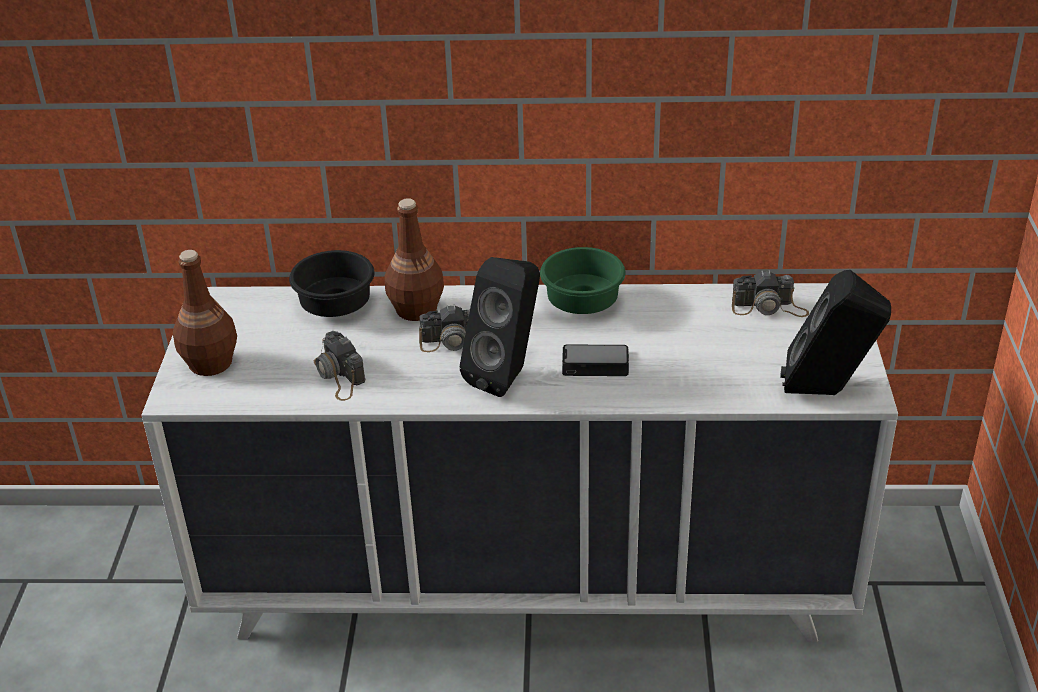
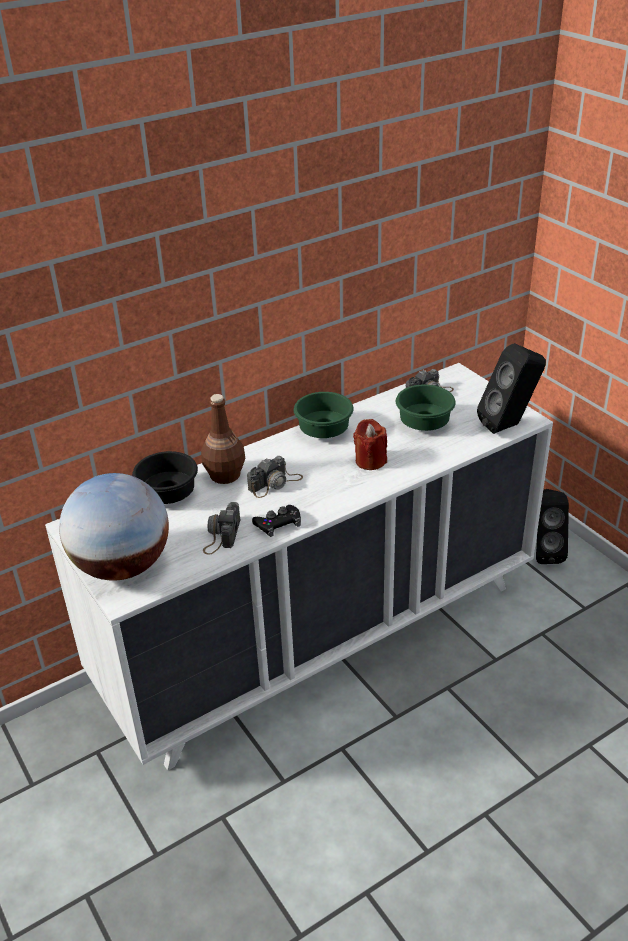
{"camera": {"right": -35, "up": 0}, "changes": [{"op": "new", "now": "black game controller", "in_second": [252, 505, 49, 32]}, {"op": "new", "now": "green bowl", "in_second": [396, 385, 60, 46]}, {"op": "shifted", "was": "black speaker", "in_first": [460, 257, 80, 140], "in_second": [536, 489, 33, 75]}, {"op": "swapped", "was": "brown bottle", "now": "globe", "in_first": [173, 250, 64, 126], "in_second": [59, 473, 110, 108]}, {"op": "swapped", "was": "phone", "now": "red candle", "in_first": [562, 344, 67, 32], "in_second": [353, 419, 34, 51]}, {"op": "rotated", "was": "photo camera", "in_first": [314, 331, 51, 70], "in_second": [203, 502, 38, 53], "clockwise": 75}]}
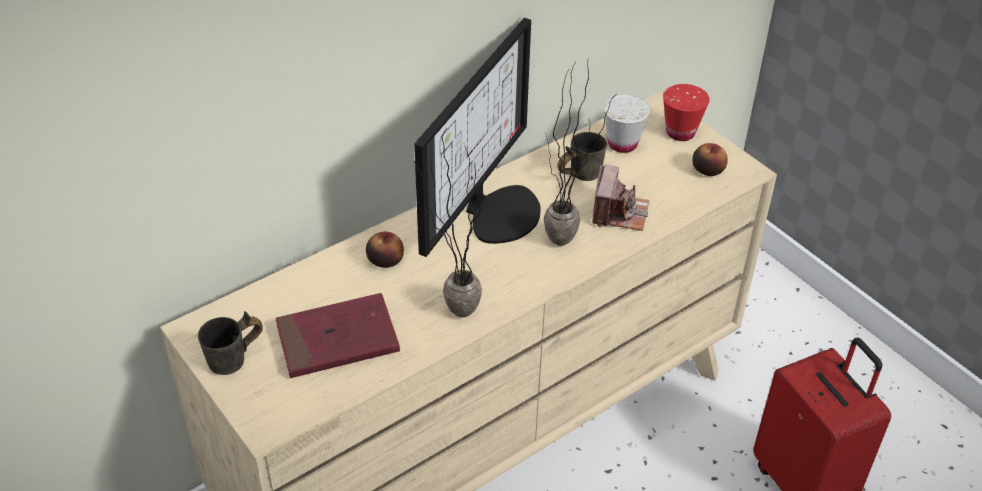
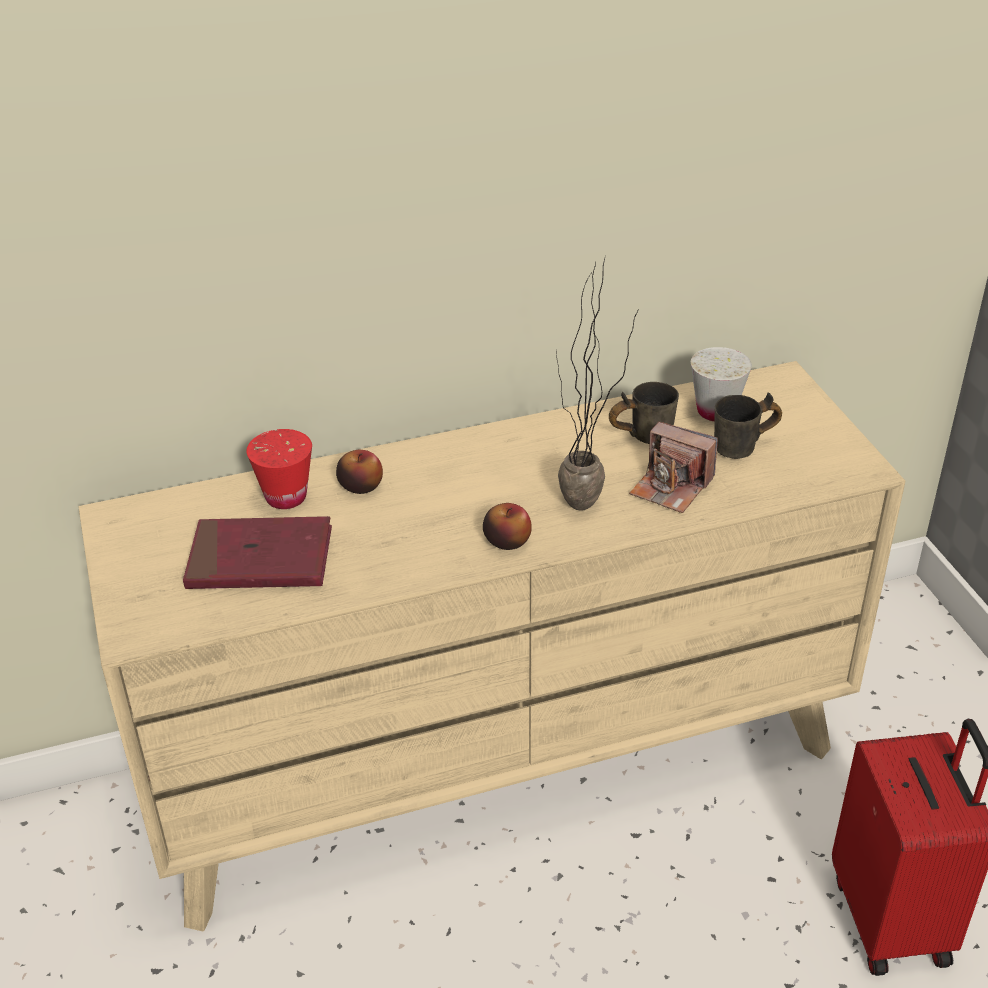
{"camera": {"right": 20, "up": -5}, "changes": [{"op": "gone", "was": "potted plant", "in_first": [413, 130, 69, 188]}, {"op": "gone", "was": "monitor", "in_first": [414, 18, 127, 239]}, {"op": "shifted", "was": "grey mug", "in_first": [198, 311, 65, 64], "in_second": [714, 392, 68, 67]}, {"op": "shifted", "was": "red cup", "in_first": [663, 84, 47, 57], "in_second": [246, 429, 66, 80]}, {"op": "shifted", "was": "apple", "in_first": [692, 143, 36, 33], "in_second": [483, 503, 49, 47]}, {"op": "rotated", "was": "photo camera", "in_first": [592, 164, 57, 67], "in_second": [629, 422, 89, 91], "clockwise": 90}]}
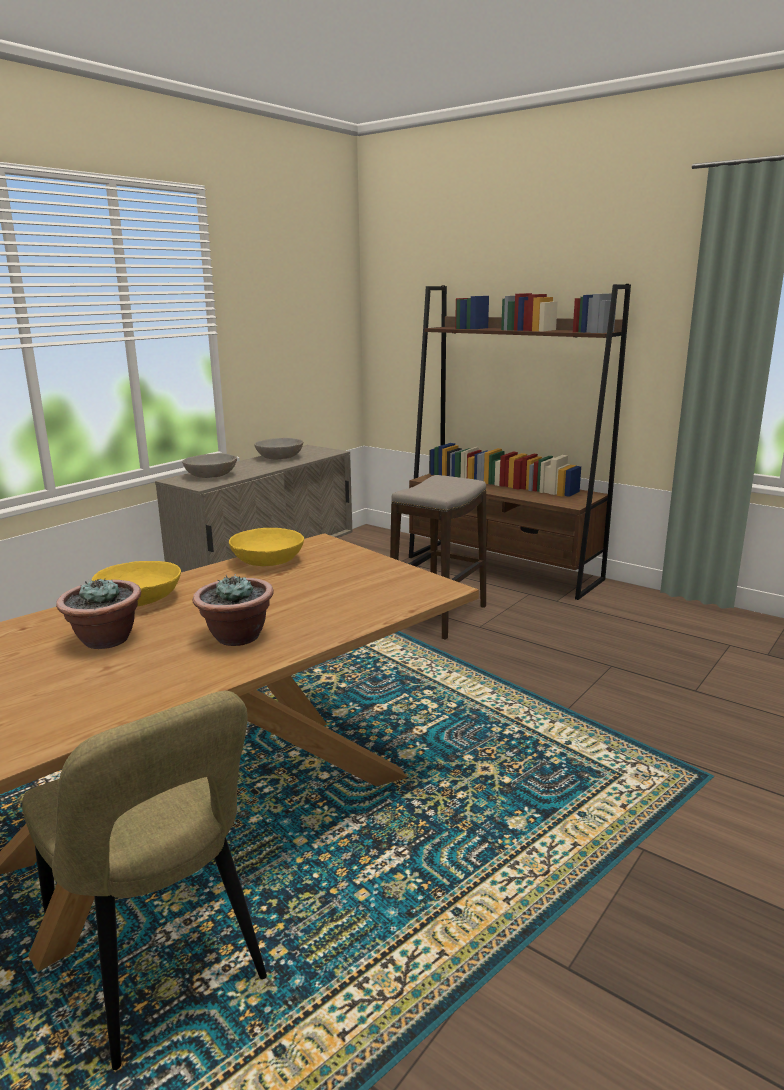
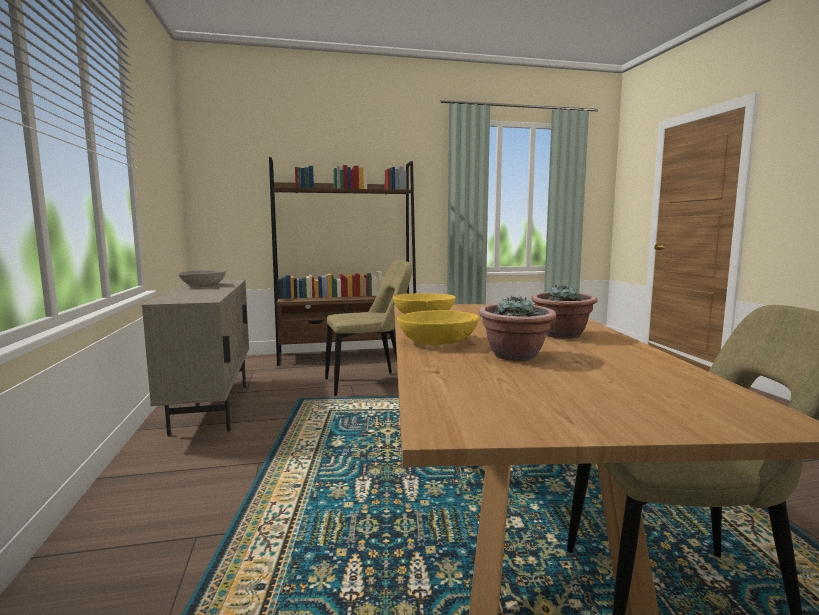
{"camera": {"right": -50, "up": -10}, "changes": [{"op": "gone", "was": "grey bowl", "in_first": [182, 453, 55, 25]}, {"op": "swapped", "was": "stool", "now": "beige chair", "in_first": [390, 475, 96, 165], "in_second": [325, 260, 87, 136]}]}
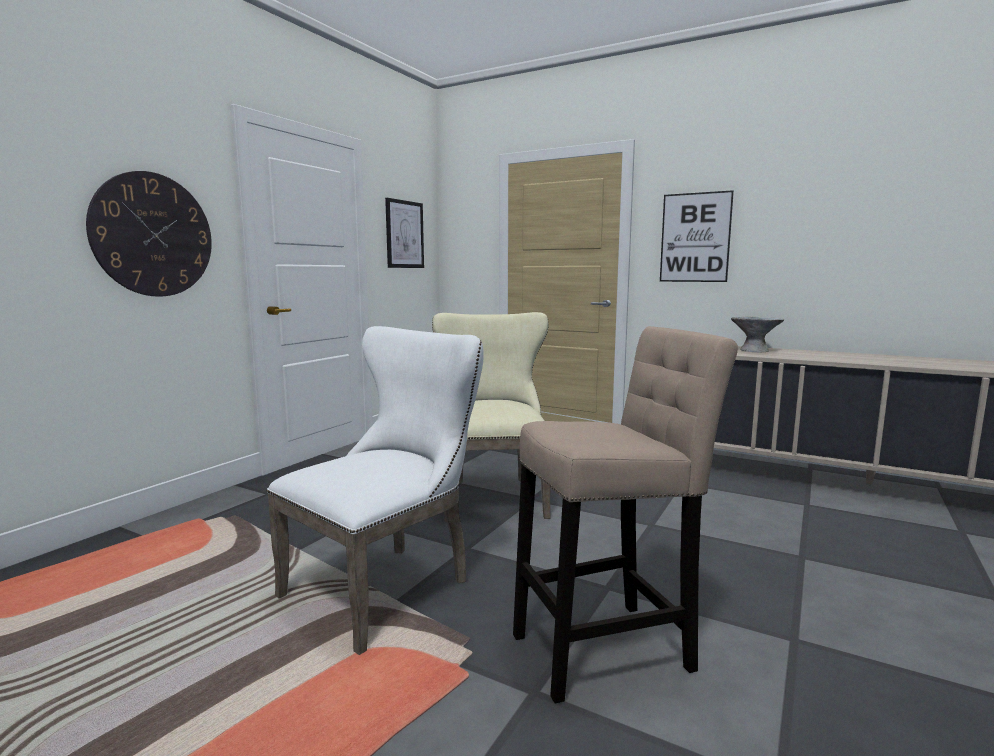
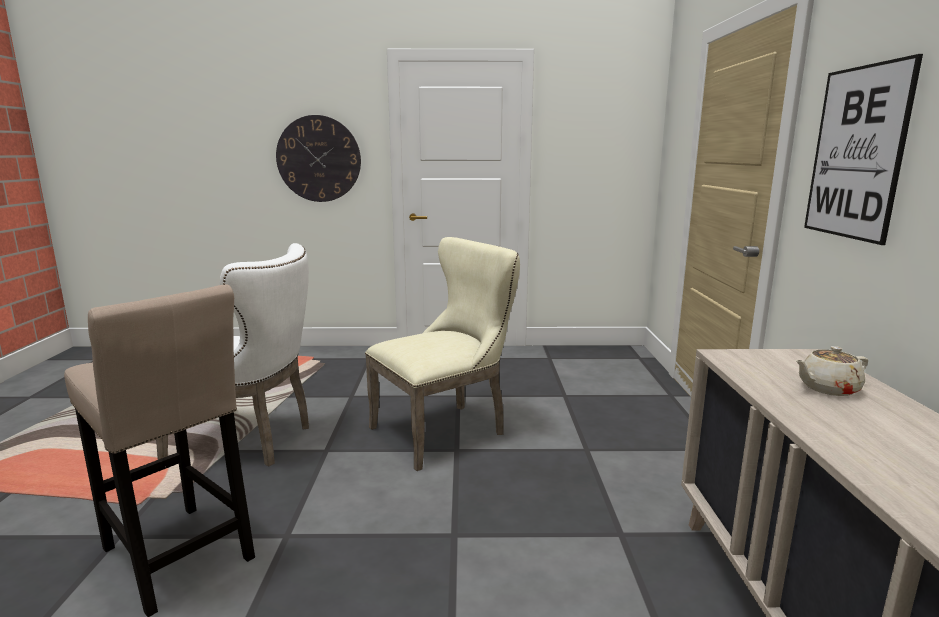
{"camera": {"right": 60, "up": 5}, "changes": [{"op": "gone", "was": "picture", "in_first": [385, 198, 39, 70]}, {"op": "swapped", "was": "grey bowl", "now": "beige teapot", "in_first": [731, 317, 53, 35], "in_second": [795, 346, 73, 50]}]}
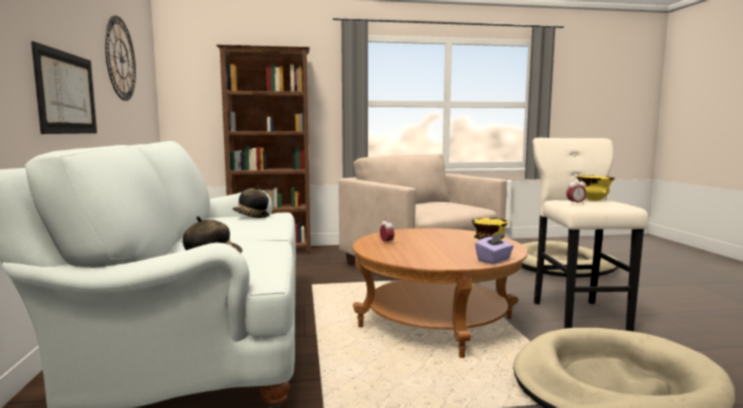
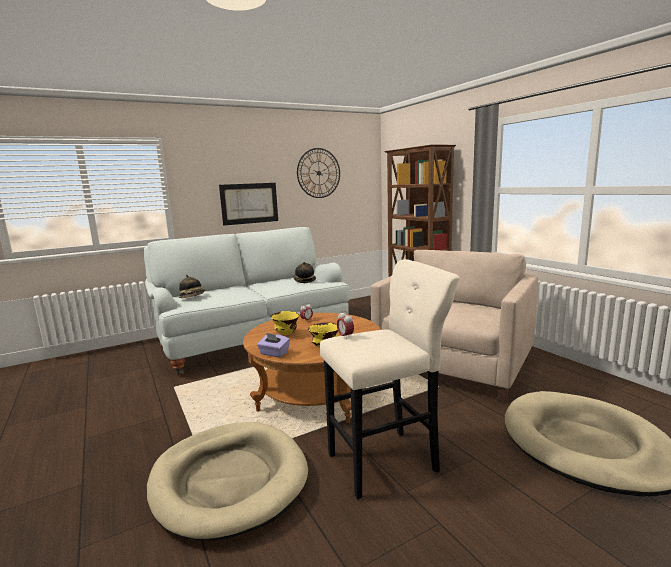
{"camera": {"right": 70, "up": 5}, "changes": [{"op": "shifted", "was": "yellow bowl", "in_first": [577, 175, 38, 26], "in_second": [271, 311, 29, 24]}]}
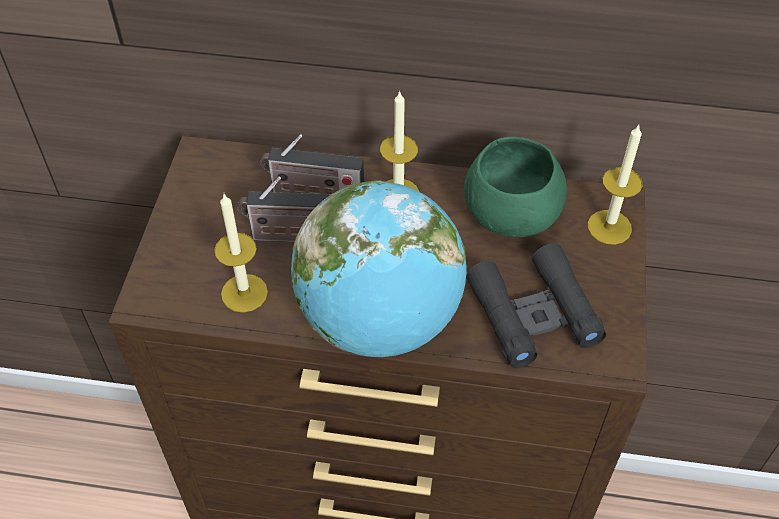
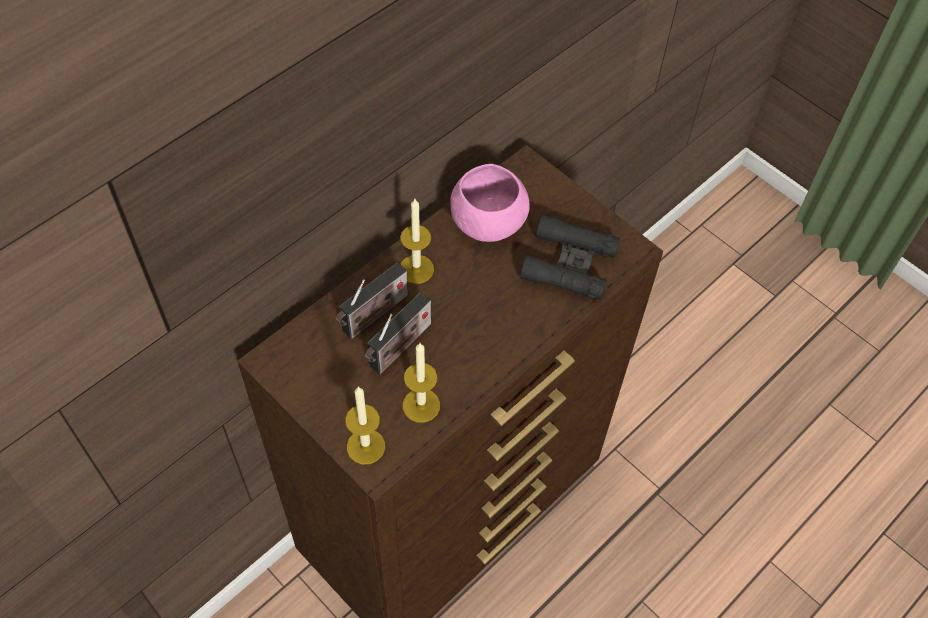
{"camera": {"right": -55, "up": 5}, "changes": [{"op": "gone", "was": "globe", "in_first": [291, 181, 176, 176]}, {"op": "shifted", "was": "candle", "in_first": [588, 125, 55, 120], "in_second": [345, 386, 40, 78]}, {"op": "repainted", "was": "green bowl", "now": "pink bowl", "in_first": [464, 136, 103, 101], "in_second": [450, 164, 80, 78]}]}
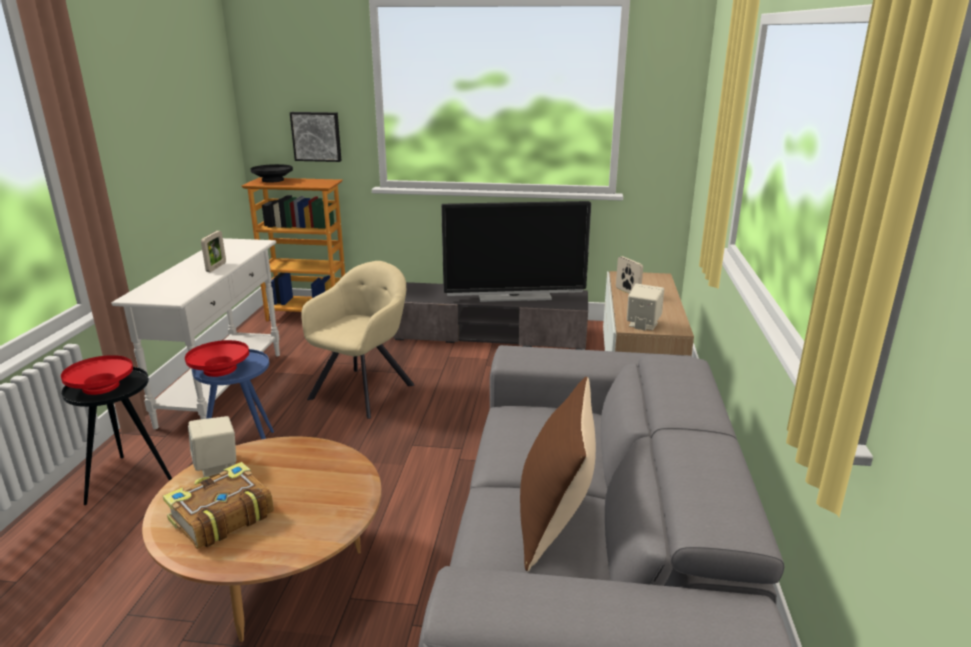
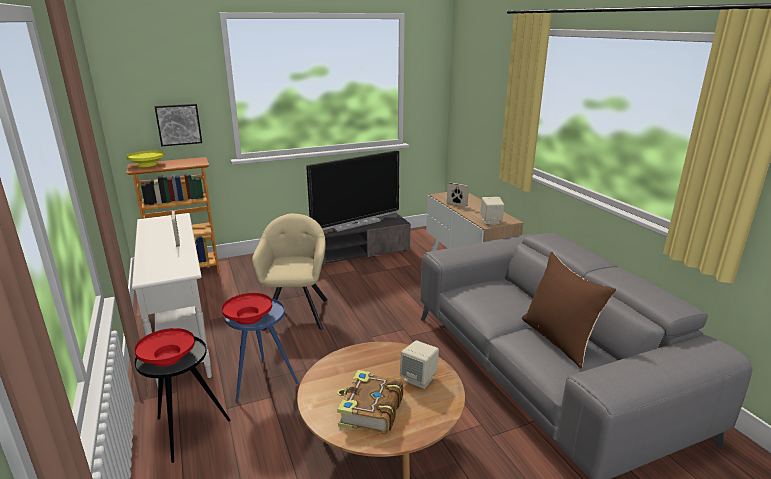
{"camera": {"right": -30, "up": 0}, "changes": [{"op": "shifted", "was": "beige speaker", "in_first": [188, 416, 48, 61], "in_second": [400, 340, 39, 49]}, {"op": "repainted", "was": "black bowl", "now": "yellow bowl", "in_first": [250, 164, 43, 19], "in_second": [127, 151, 37, 16]}]}
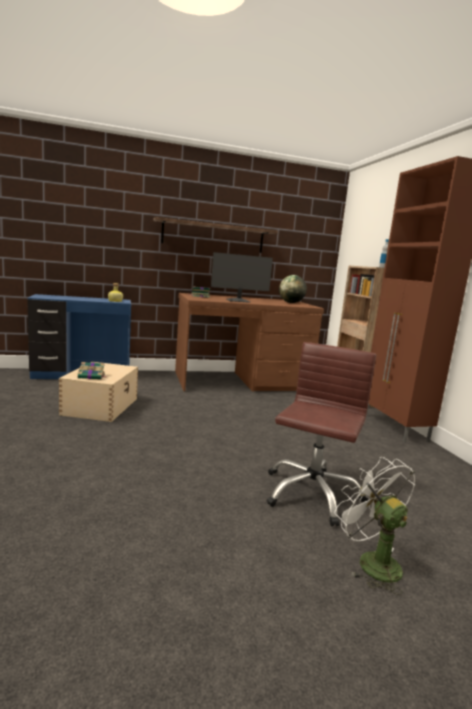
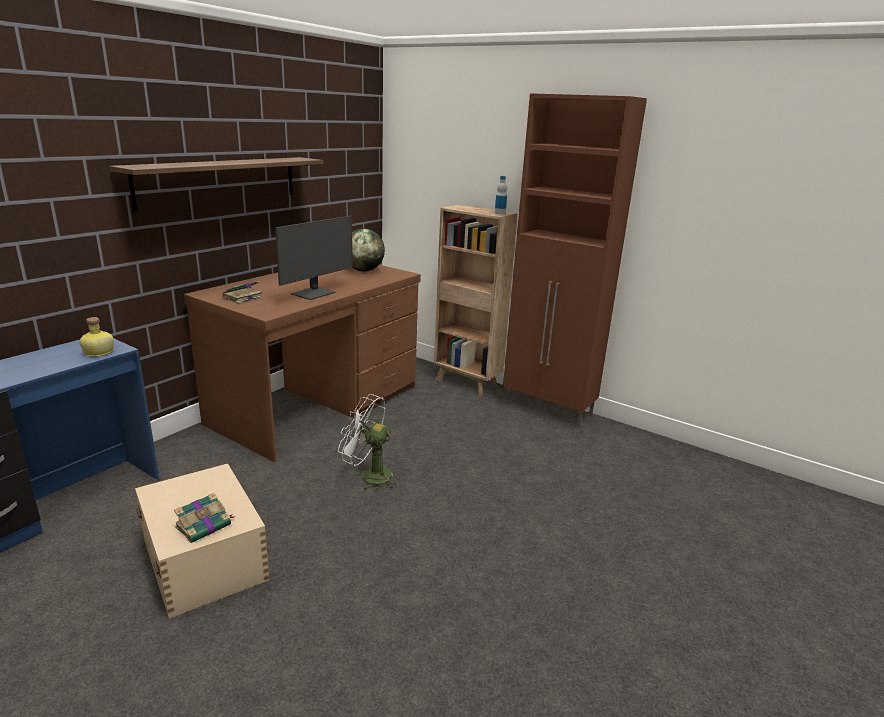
{"camera": {"right": -40, "up": 10}, "changes": [{"op": "gone", "was": "brown office chair", "in_first": [267, 342, 109, 184]}, {"op": "shifted", "was": "white fan", "in_first": [334, 457, 81, 138], "in_second": [338, 394, 60, 98]}]}
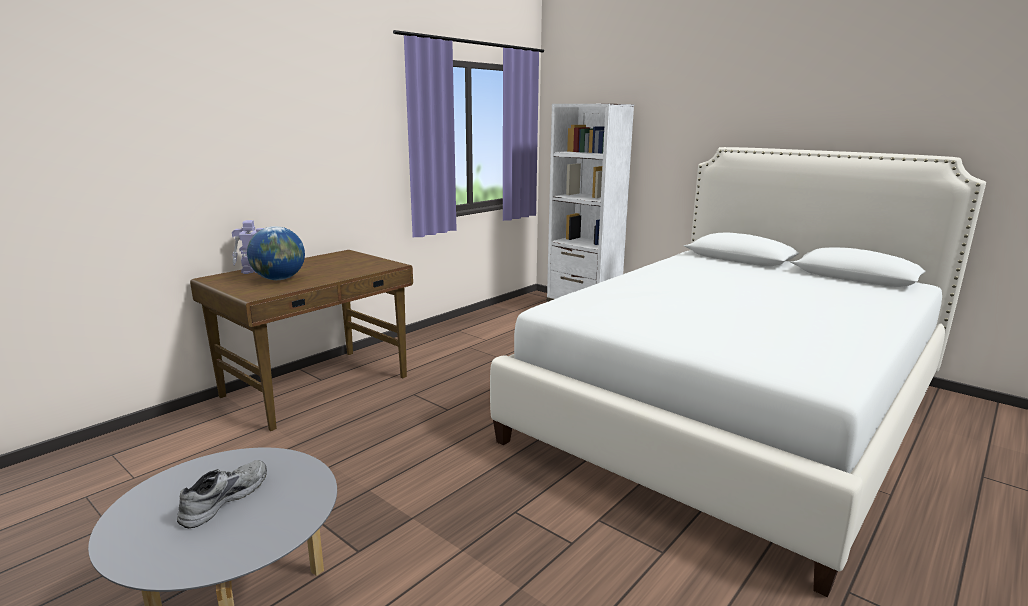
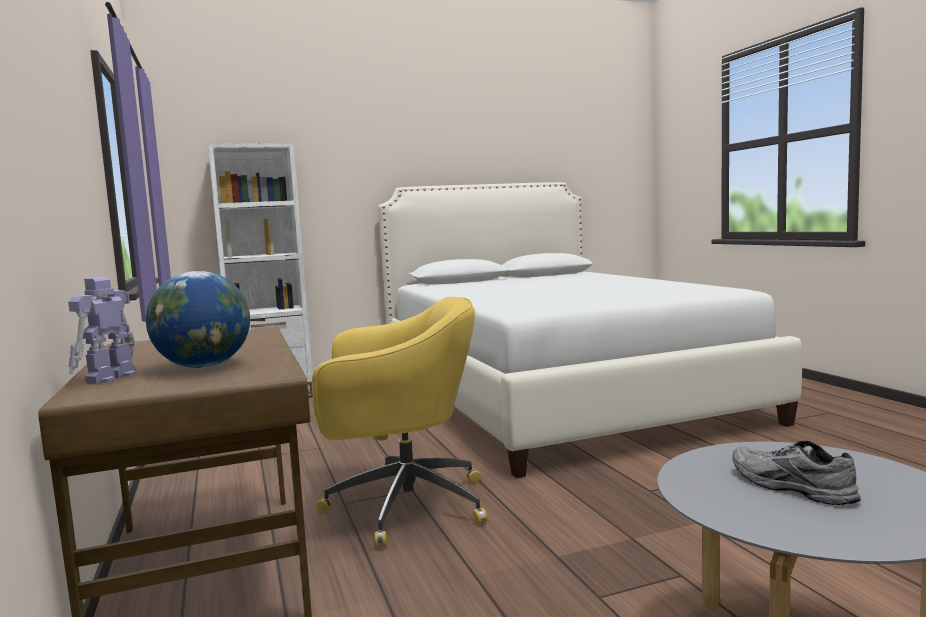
{"camera": {"right": -60, "up": -10}, "changes": [{"op": "new", "now": "yellow office chair", "in_second": [312, 297, 175, 251]}]}
